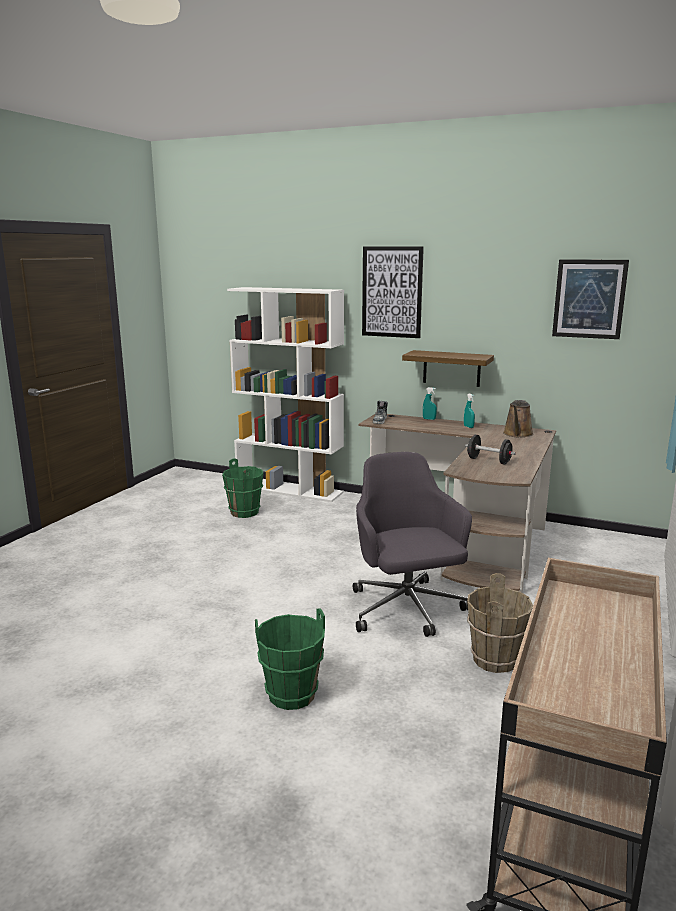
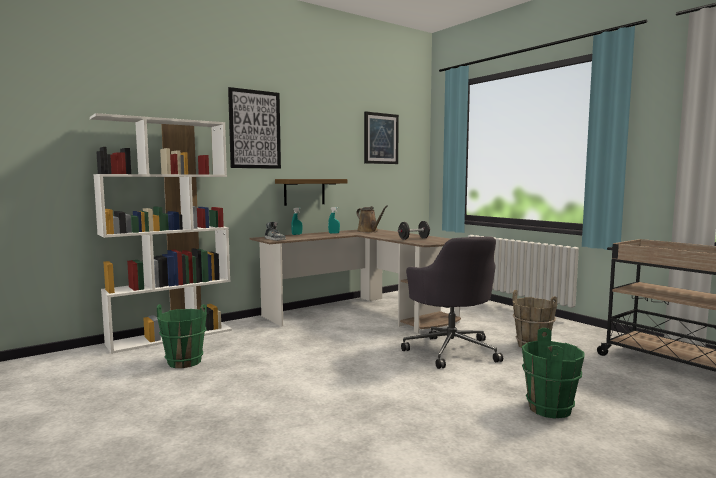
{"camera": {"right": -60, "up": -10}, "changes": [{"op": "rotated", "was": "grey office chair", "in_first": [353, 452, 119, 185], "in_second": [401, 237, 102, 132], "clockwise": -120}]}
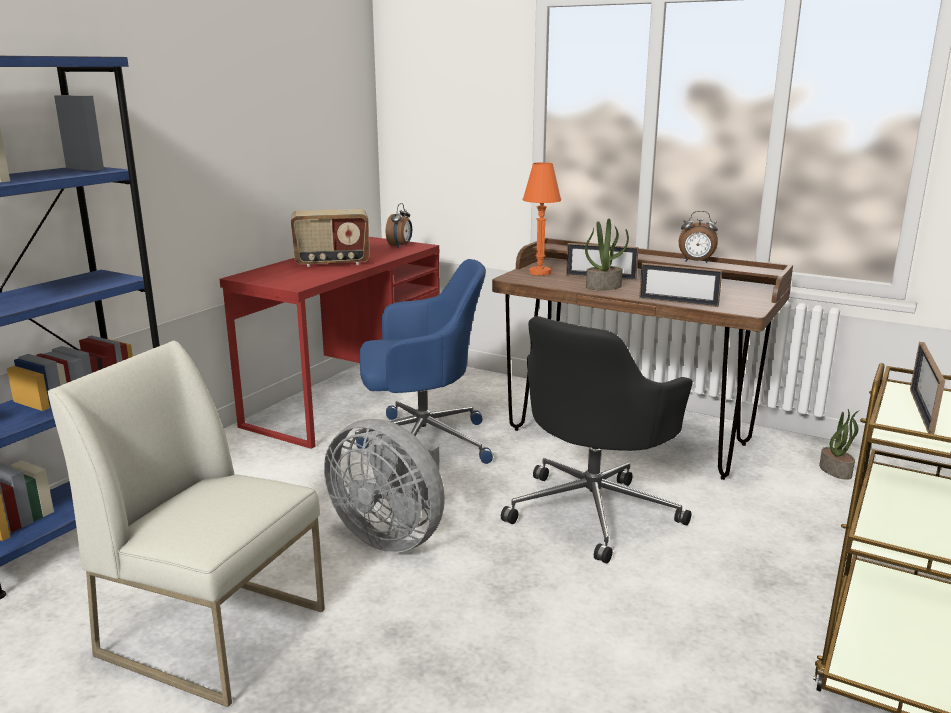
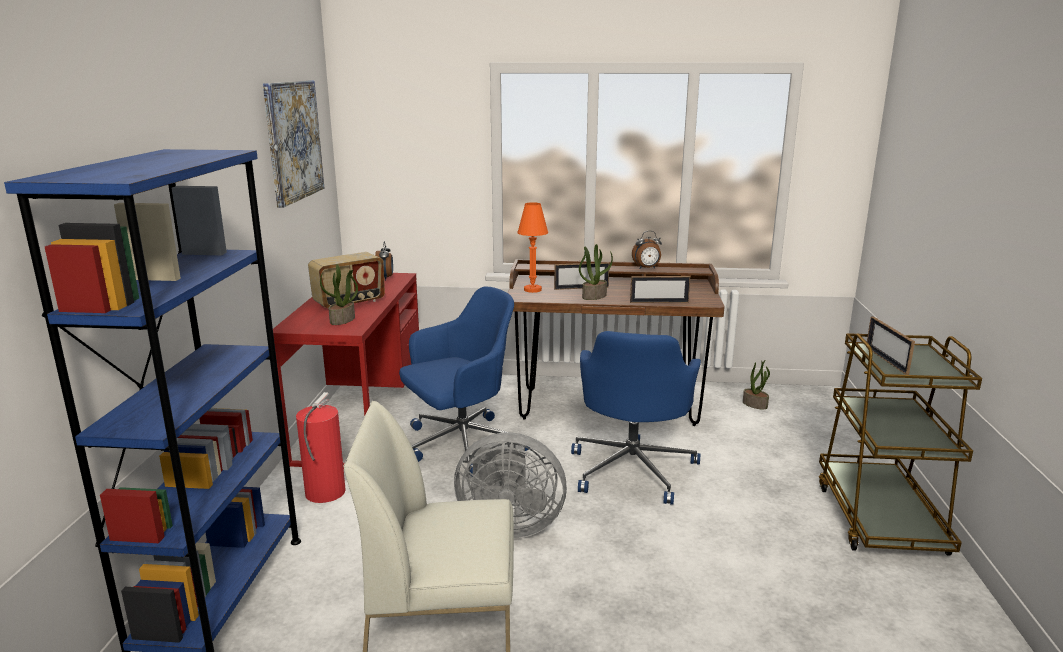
{"camera": {"right": -25, "up": 0}, "changes": [{"op": "new", "now": "picture", "in_second": [263, 80, 61, 128]}, {"op": "new", "now": "fire extinguisher", "in_second": [296, 392, 50, 111]}, {"op": "new", "now": "potted plant", "in_second": [320, 264, 38, 61]}, {"op": "repainted", "was": "black office chair", "now": "blue office chair", "in_first": [501, 316, 192, 247], "in_second": [571, 331, 130, 174]}]}
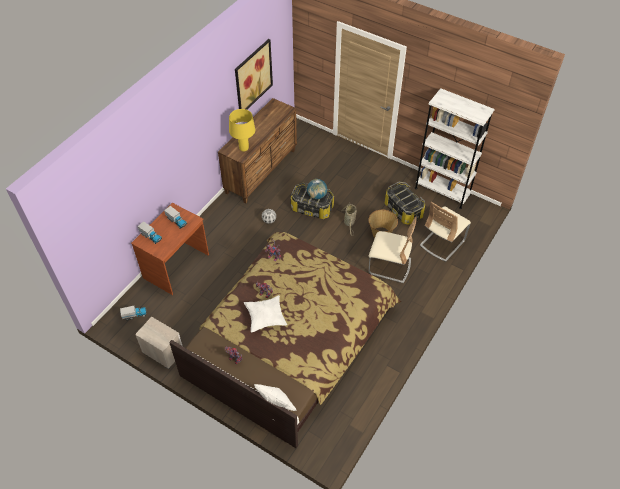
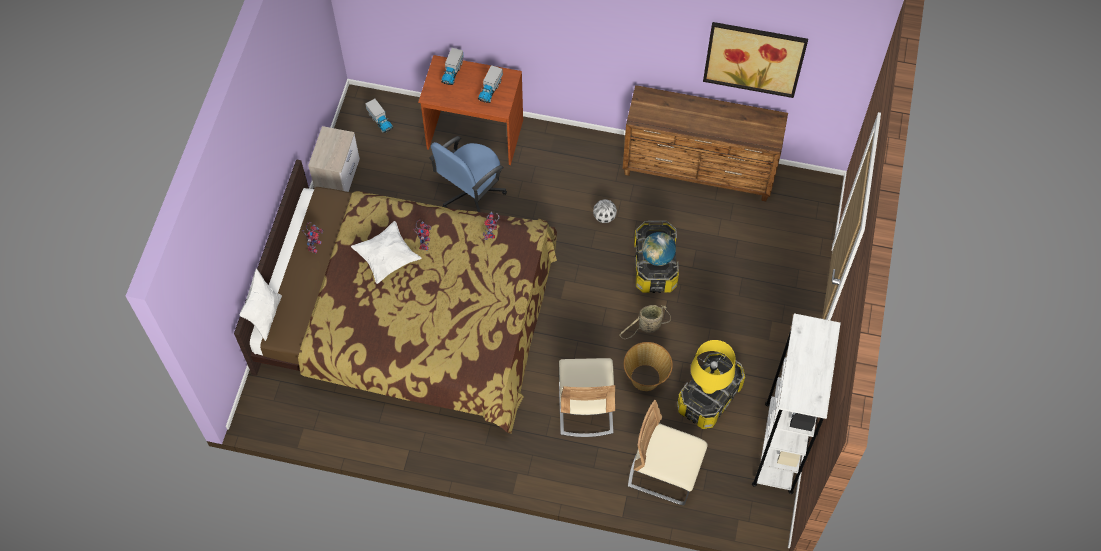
{"camera": {"right": 70, "up": 10}, "changes": [{"op": "new", "now": "blue office chair", "in_second": [429, 136, 78, 76]}, {"op": "shifted", "was": "yellow table lamp", "in_first": [229, 109, 26, 42], "in_second": [691, 340, 45, 54]}]}
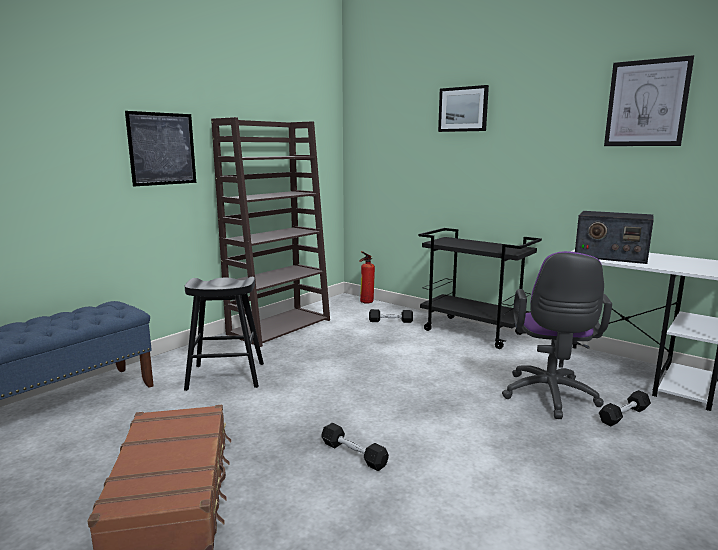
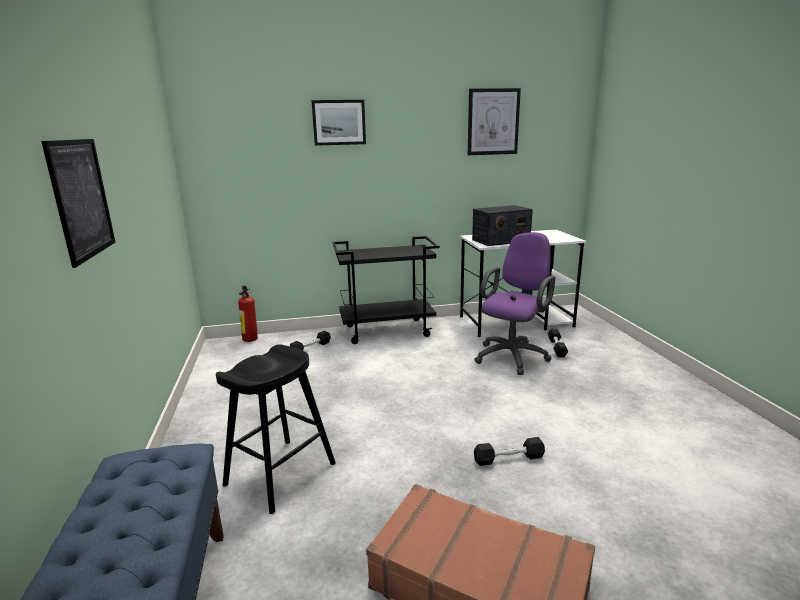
{"camera": {"right": -50, "up": 5}, "changes": [{"op": "gone", "was": "brown bookcase", "in_first": [211, 117, 119, 230]}, {"op": "rotated", "was": "purple office chair", "in_first": [502, 251, 110, 168], "in_second": [474, 232, 82, 143], "clockwise": -105}]}
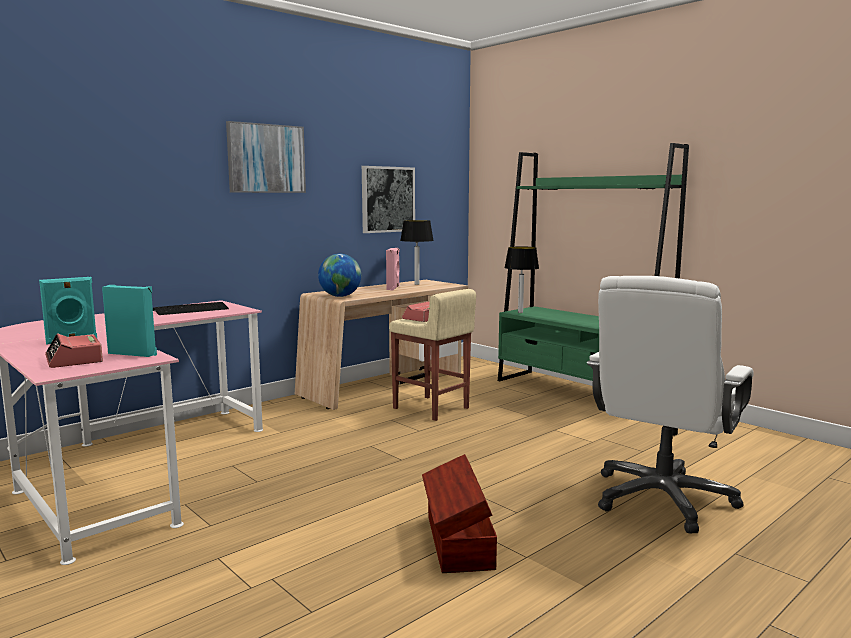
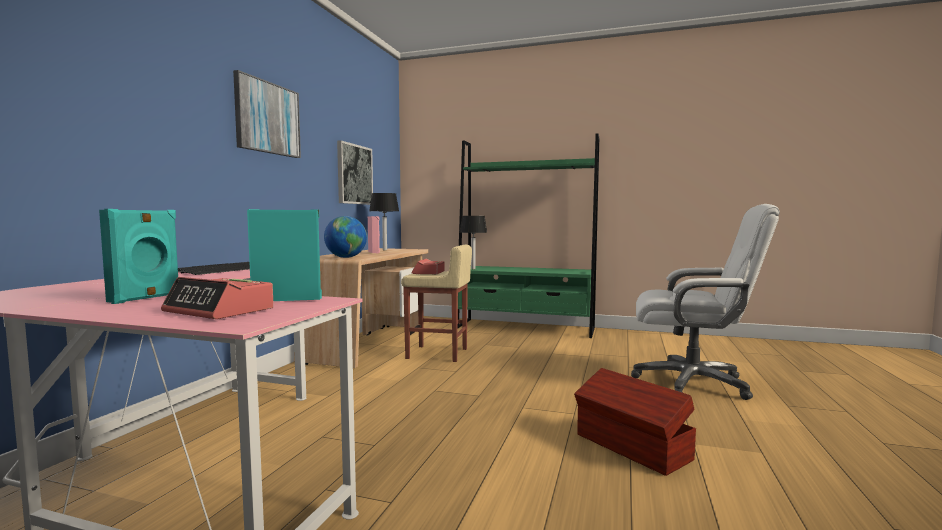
{"camera": {"right": -30, "up": -5}, "changes": [{"op": "rotated", "was": "white office chair", "in_first": [587, 276, 167, 257], "in_second": [631, 204, 149, 196], "clockwise": -75}]}
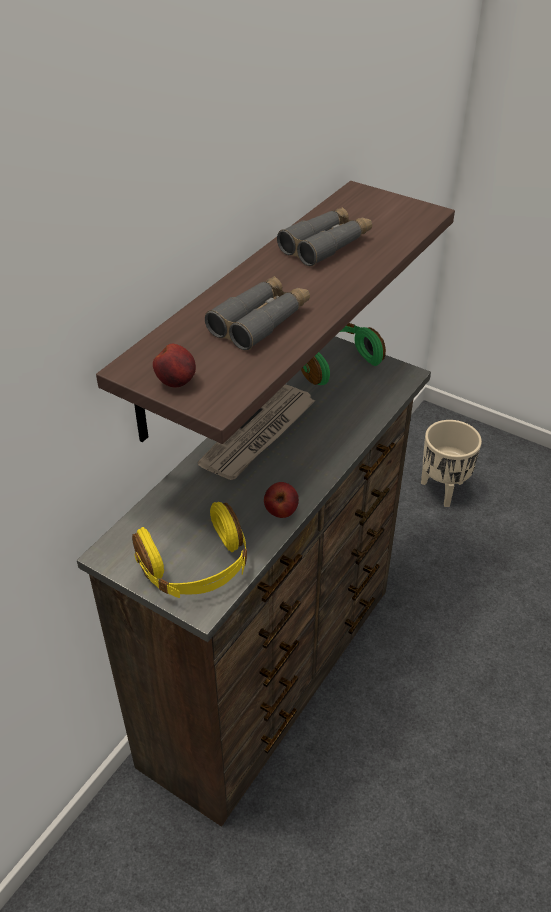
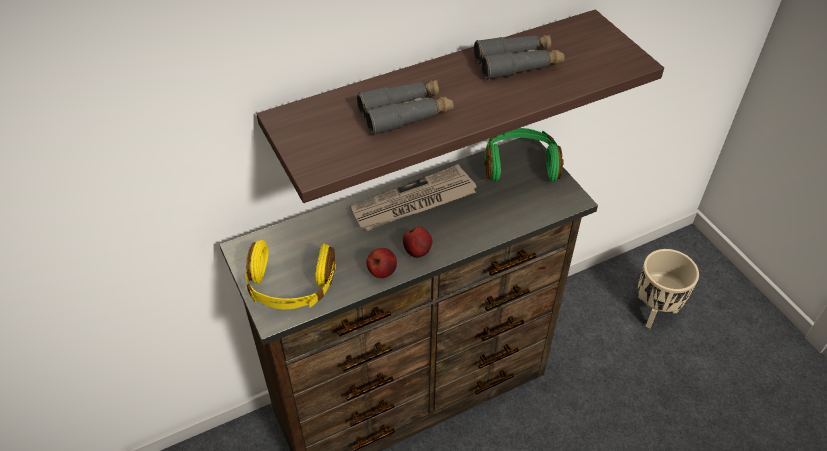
{"camera": {"right": 30, "up": 5}, "changes": [{"op": "shifted", "was": "apple", "in_first": [153, 344, 43, 44], "in_second": [403, 227, 29, 31]}]}
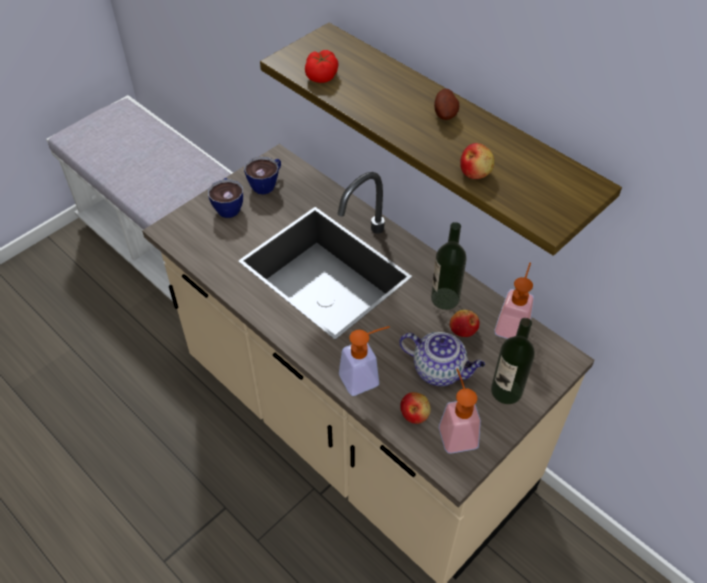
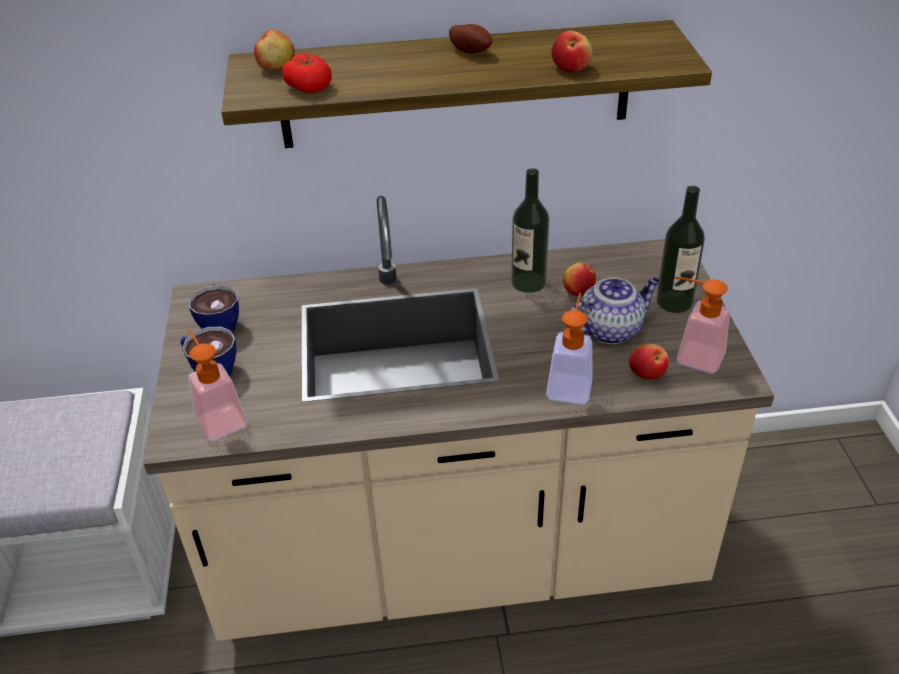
{"camera": {"right": -50, "up": -10}, "changes": [{"op": "new", "now": "apple", "in_second": [254, 29, 41, 42]}, {"op": "shifted", "was": "soap dispenser", "in_first": [494, 262, 40, 77], "in_second": [188, 329, 59, 112]}]}
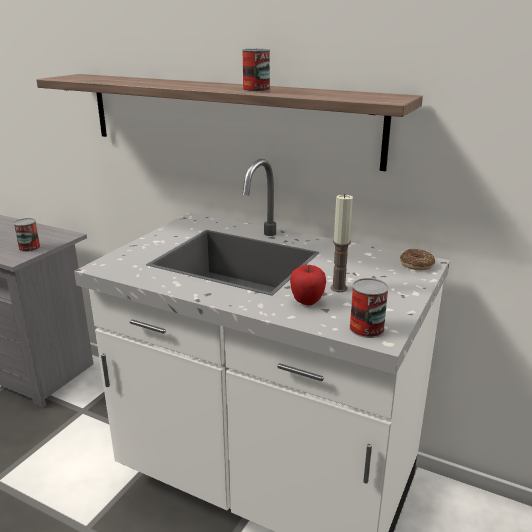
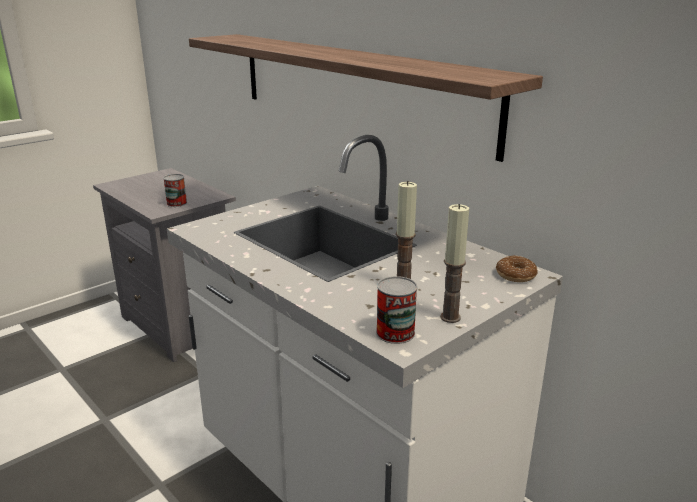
{"camera": {"right": 20, "up": 0}, "changes": [{"op": "gone", "was": "can", "in_first": [242, 49, 28, 43]}, {"op": "gone", "was": "apple", "in_first": [290, 265, 36, 41]}, {"op": "new", "now": "candle", "in_second": [440, 204, 29, 119]}]}
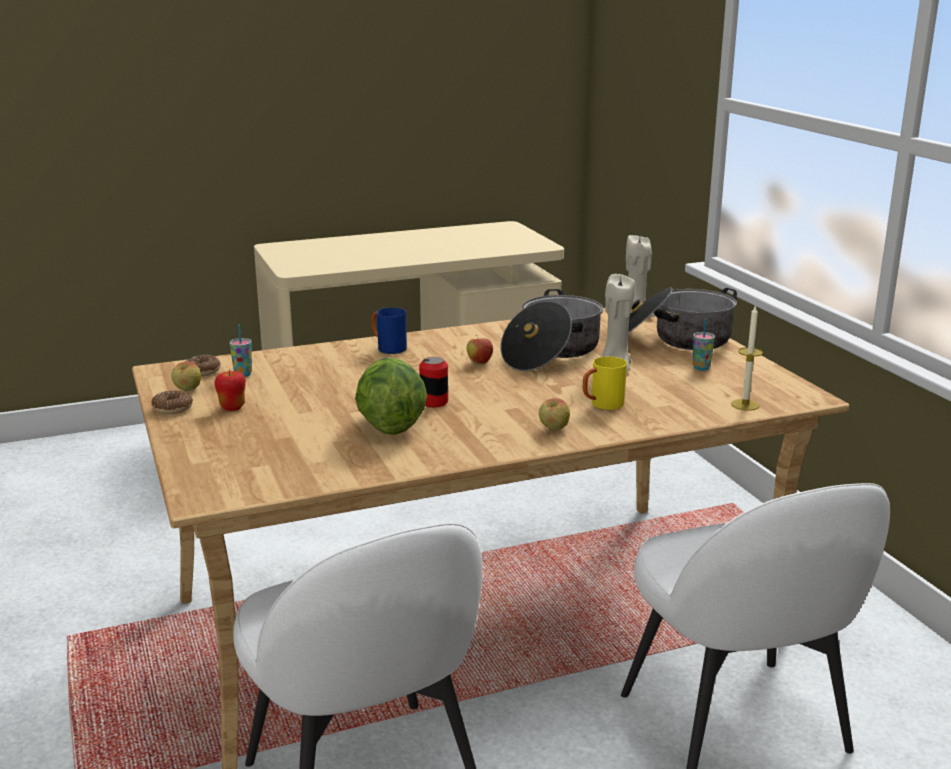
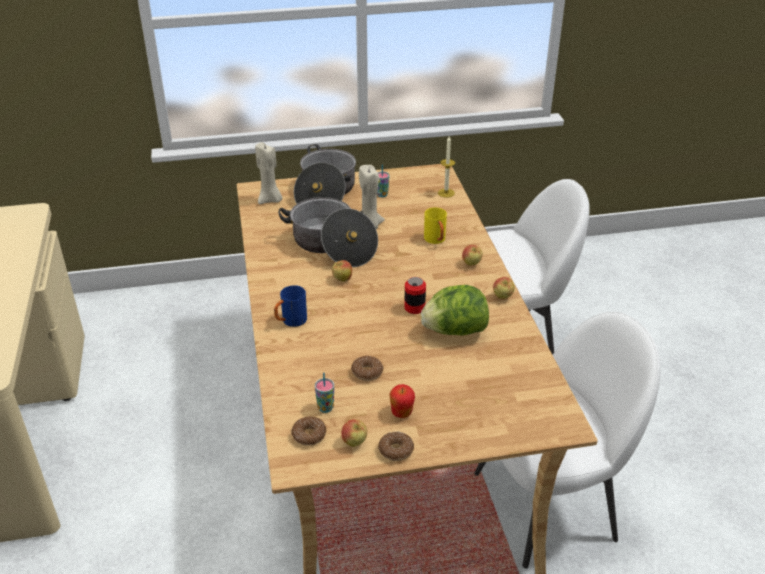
{"camera": {"right": -80, "up": 15}, "changes": [{"op": "new", "now": "donut", "in_second": [351, 356, 33, 25]}, {"op": "new", "now": "apple", "in_second": [493, 277, 22, 22]}]}
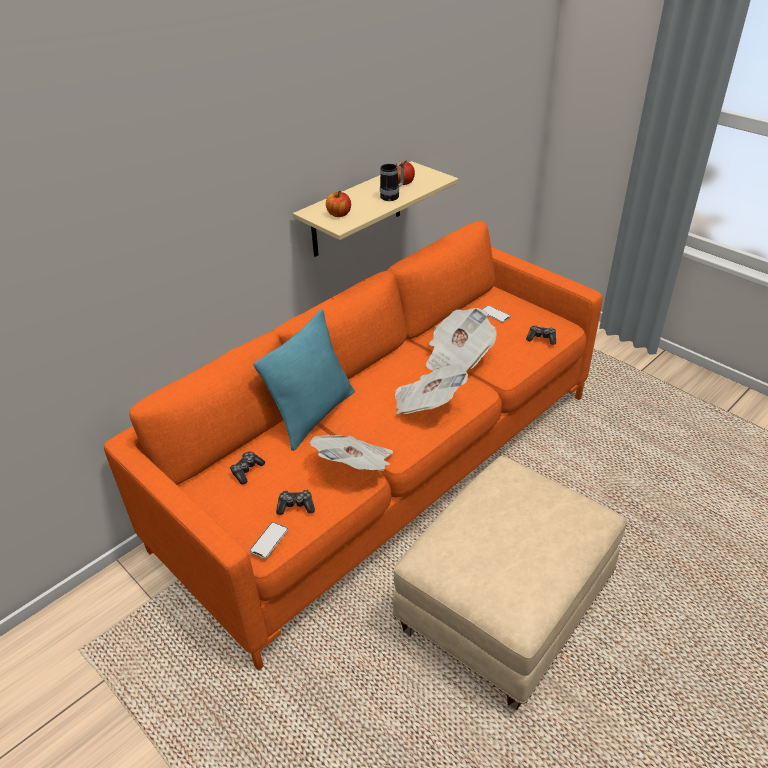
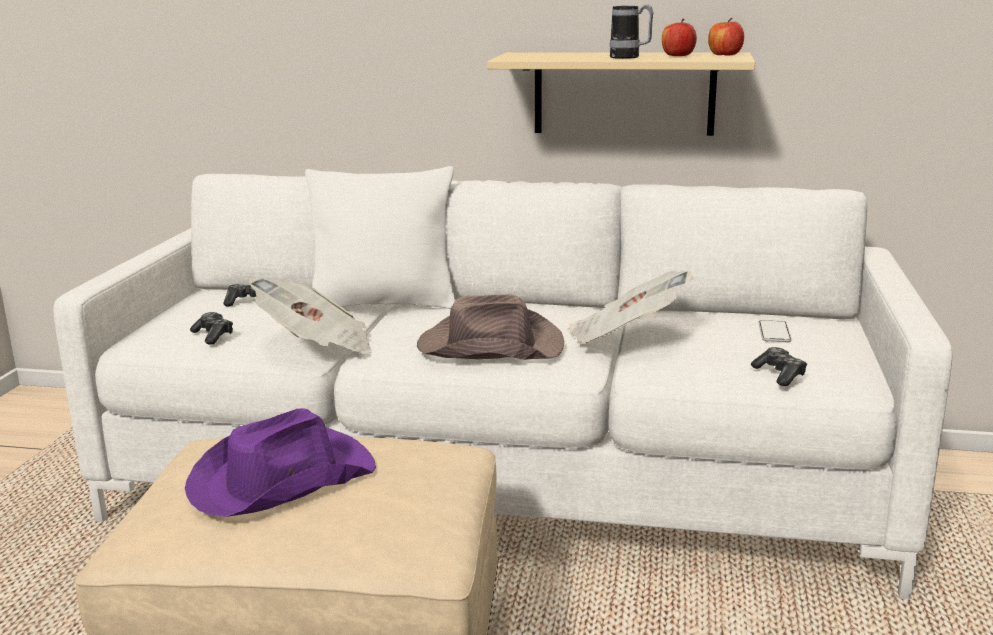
{"camera": {"right": 55, "up": -20}, "changes": [{"op": "gone", "was": "phone", "in_first": [249, 522, 39, 37]}, {"op": "new", "now": "purple hat", "in_second": [185, 408, 191, 109]}, {"op": "shifted", "was": "apple", "in_first": [326, 191, 25, 26], "in_second": [708, 18, 36, 38]}, {"op": "swapped", "was": "newspaper", "now": "brown hat", "in_first": [395, 364, 73, 50], "in_second": [417, 294, 147, 66]}, {"op": "repainted", "was": "orange sofa", "now": "white sofa", "in_first": [104, 221, 498, 450], "in_second": [53, 174, 899, 425]}, {"op": "repainted", "was": "turquoise pillow", "now": "white pillow", "in_first": [254, 309, 101, 142], "in_second": [305, 166, 151, 143]}]}
